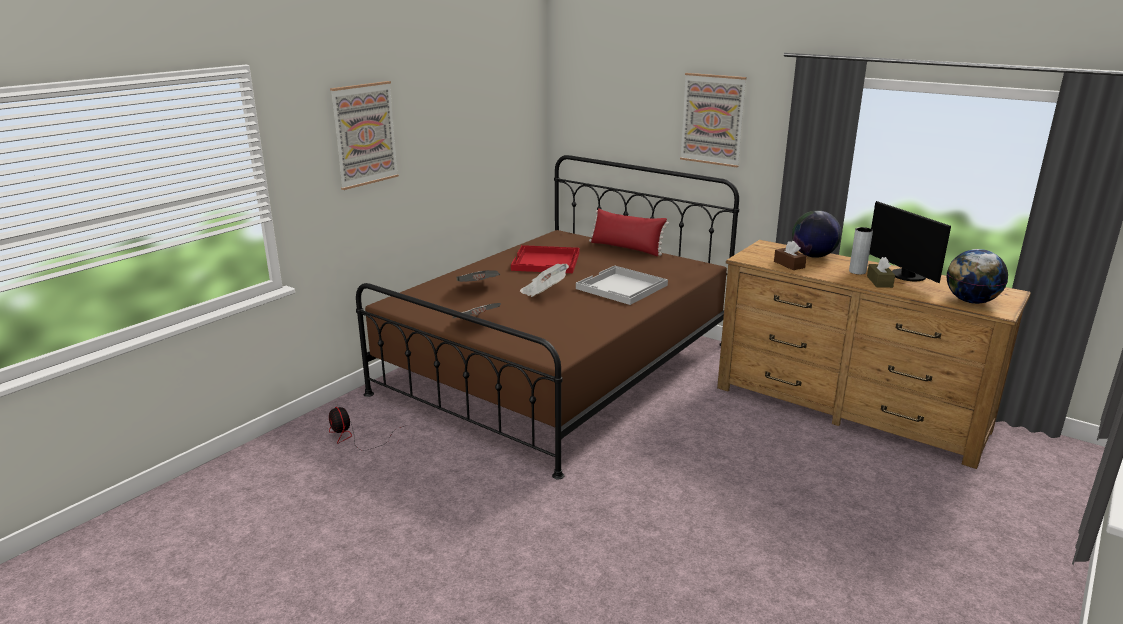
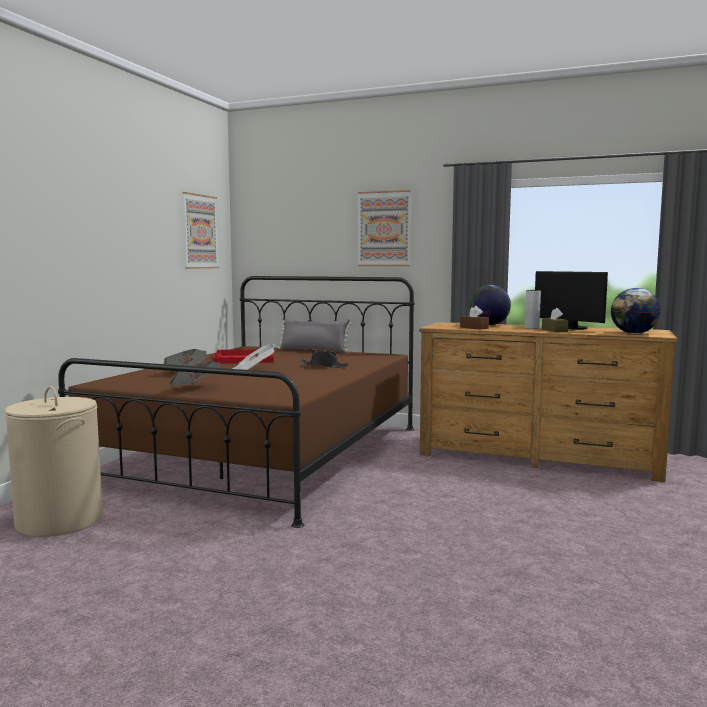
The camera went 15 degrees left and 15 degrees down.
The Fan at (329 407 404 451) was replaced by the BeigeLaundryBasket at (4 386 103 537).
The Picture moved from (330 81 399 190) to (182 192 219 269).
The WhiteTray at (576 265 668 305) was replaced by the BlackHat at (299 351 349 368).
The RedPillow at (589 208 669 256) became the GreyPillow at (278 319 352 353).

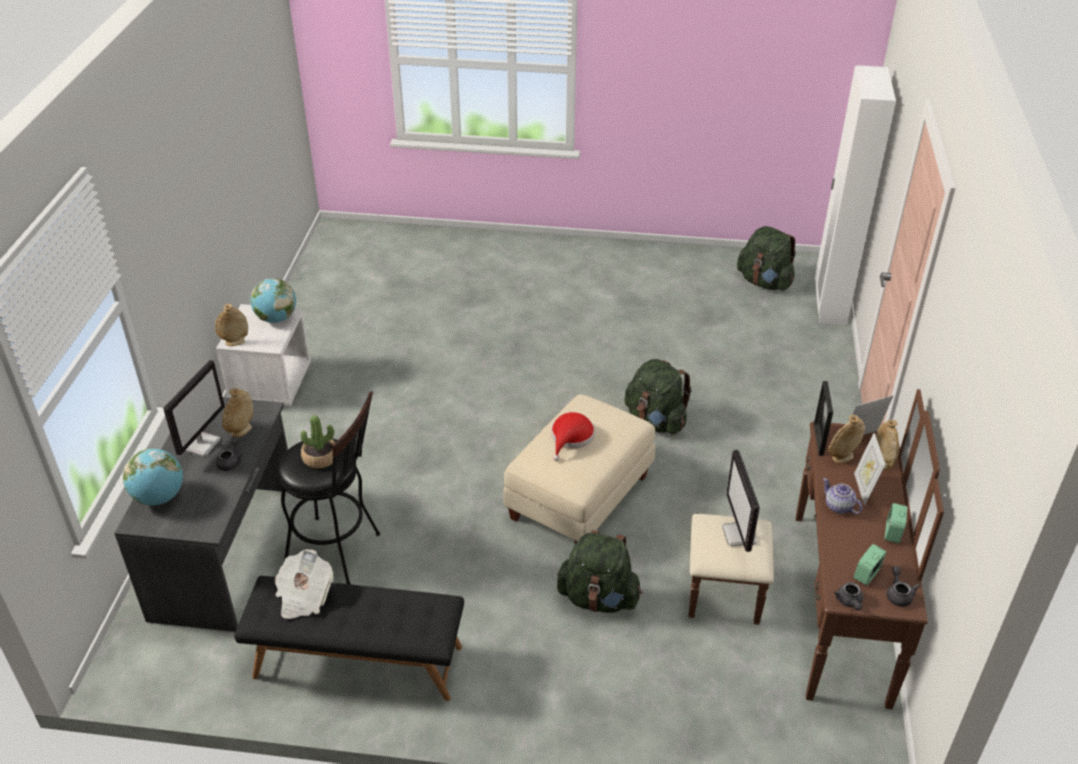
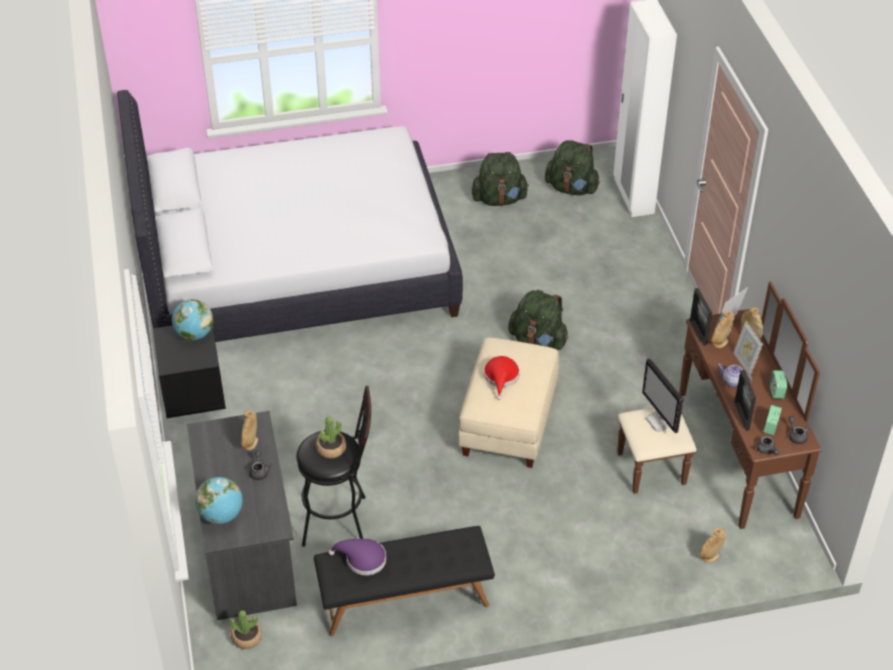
The camera went 20 degrees left and 5 degrees up.
The Monitor at (163 360 225 457) disappeared.
The BeigeVase moved from (215 304 248 346) to (699 528 727 563).
The WhiteNightstand at (216 304 311 407) became the BlackNightstand at (153 325 226 418).
The Newspaper at (275 549 333 619) was replaced by the PurpleHat at (329 539 386 576).
The GreenBackpack moved from (557 530 642 613) to (472 152 529 206).
The WhiteBed at (117 90 463 342) appeared.
The PottedPlant at (230 610 262 649) appeared.
The PictureFrame at (734 370 756 431) appeared.

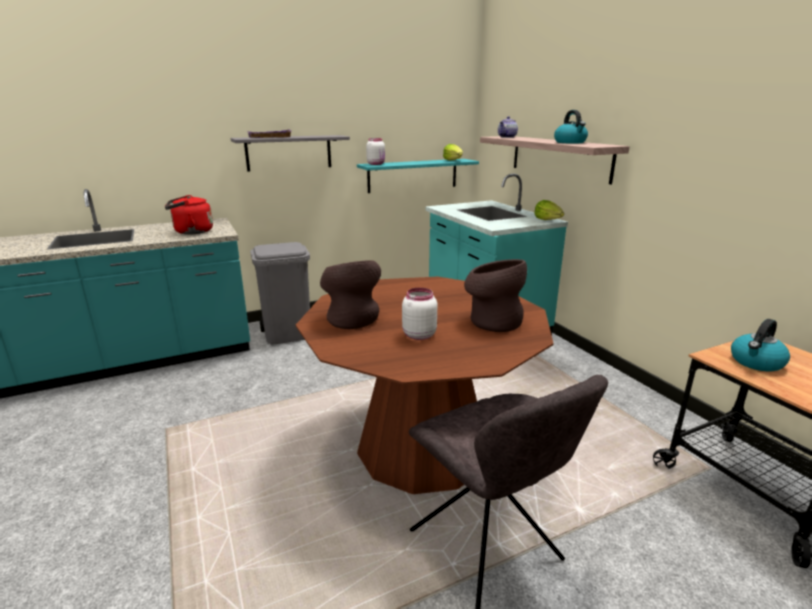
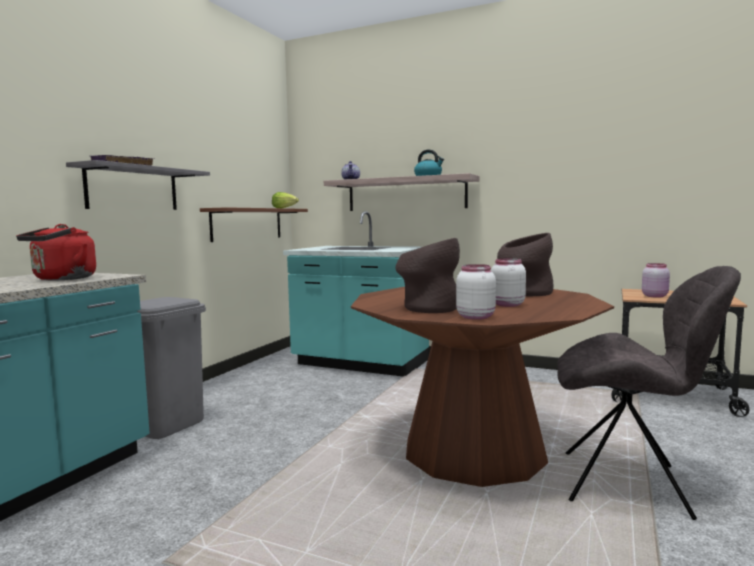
The camera went 40 degrees left and 15 degrees down.
The TurquoiseShelf at (357 159 479 193) became the BrownShelf at (200 207 308 242).
The WhiteJar moved from (366 138 385 165) to (456 264 496 320).
The Lettuce at (534 200 564 220) disappeared.
The Kettle at (731 319 790 372) was replaced by the PinkJar at (642 263 670 298).

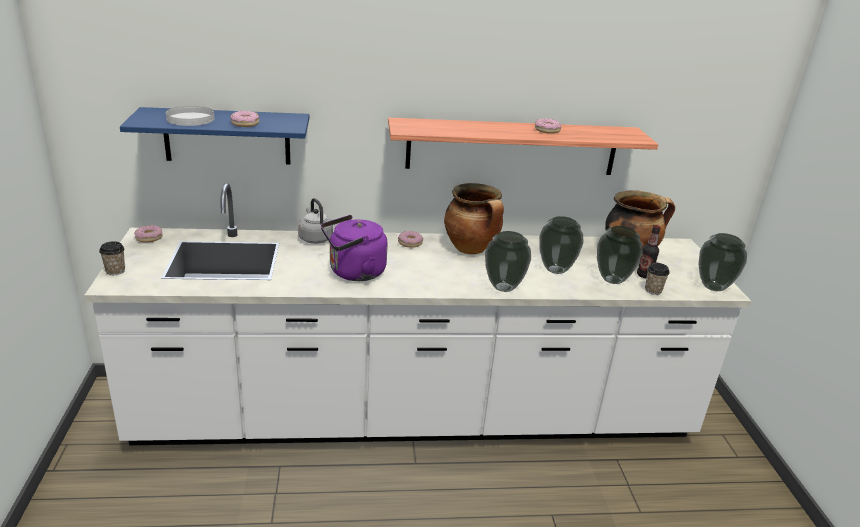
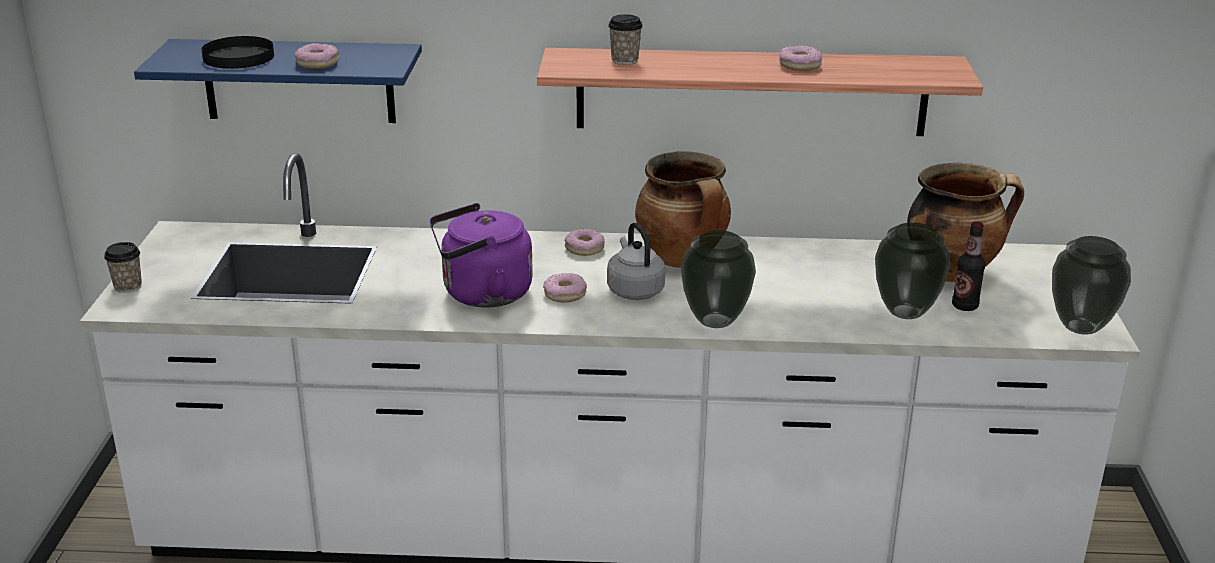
The camera went 10 degrees right and 0 degrees up.
The Donut moved from (134 225 163 243) to (543 273 587 302).
The WhitePlate at (166 106 215 126) became the BlackPlate at (202 36 274 69).
The GreyKettle moved from (298 198 333 244) to (607 223 665 300).
The Vase at (539 216 583 274) disappeared.
The Cup moved from (645 263 670 295) to (608 14 643 65).

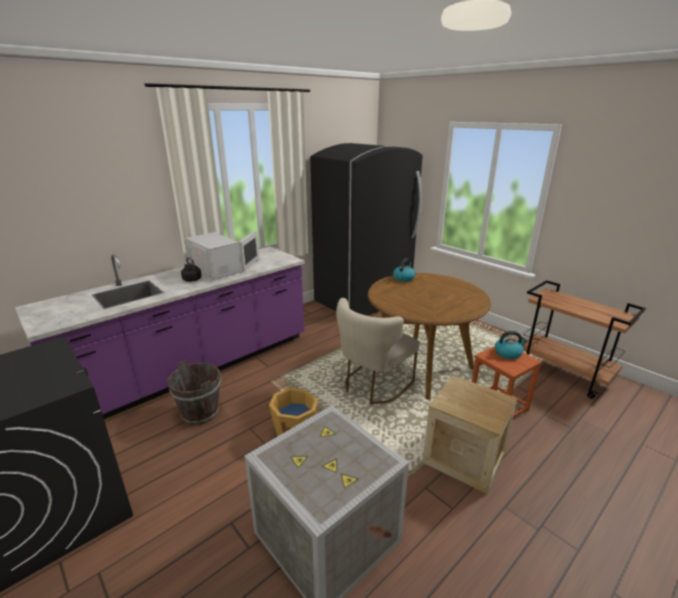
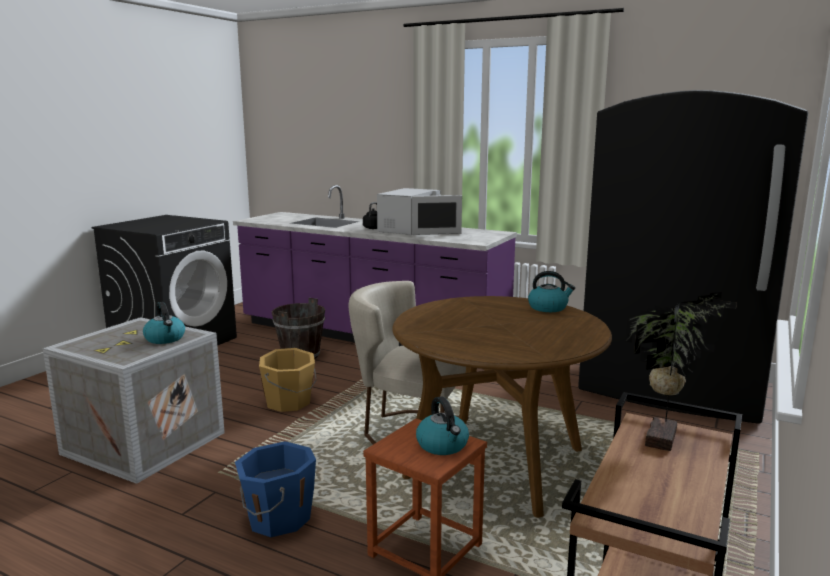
The camera went 70 degrees right and 10 degrees down.
The Crate at (422 375 517 494) was replaced by the BlueBucket at (235 441 316 537).
The Kettle at (143 302 185 344) appeared.
The PottedPlant at (626 292 737 451) appeared.

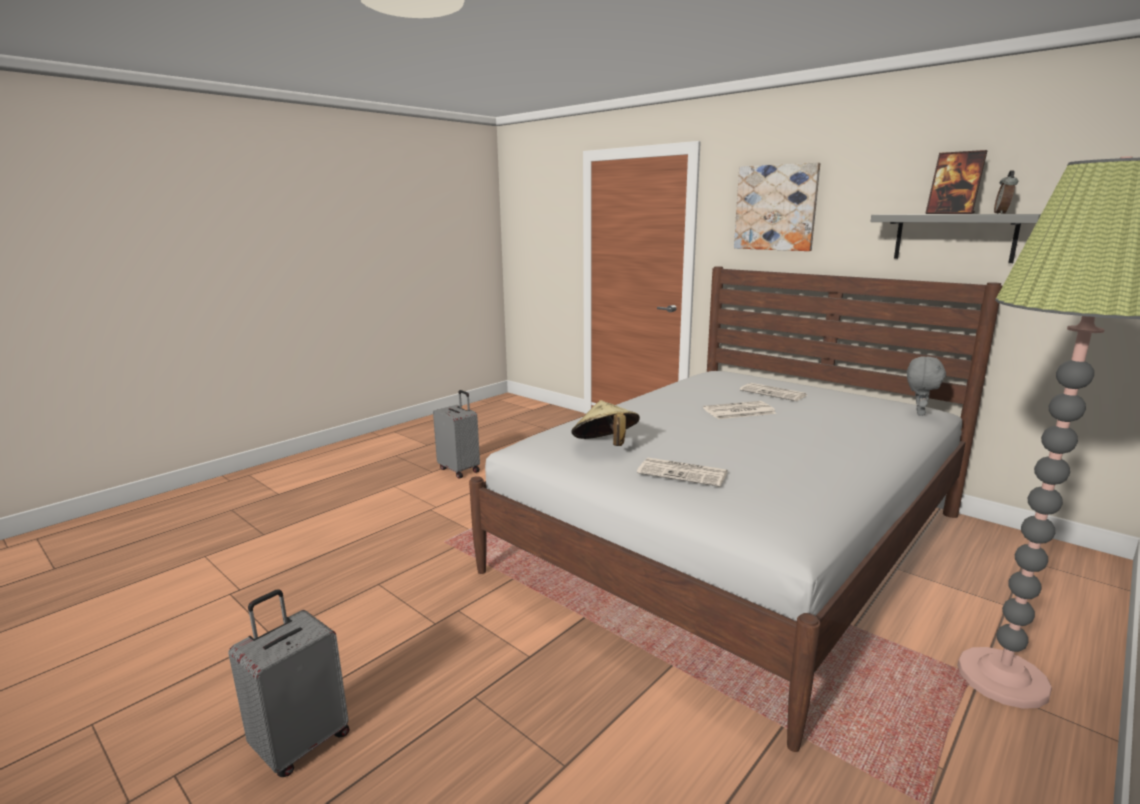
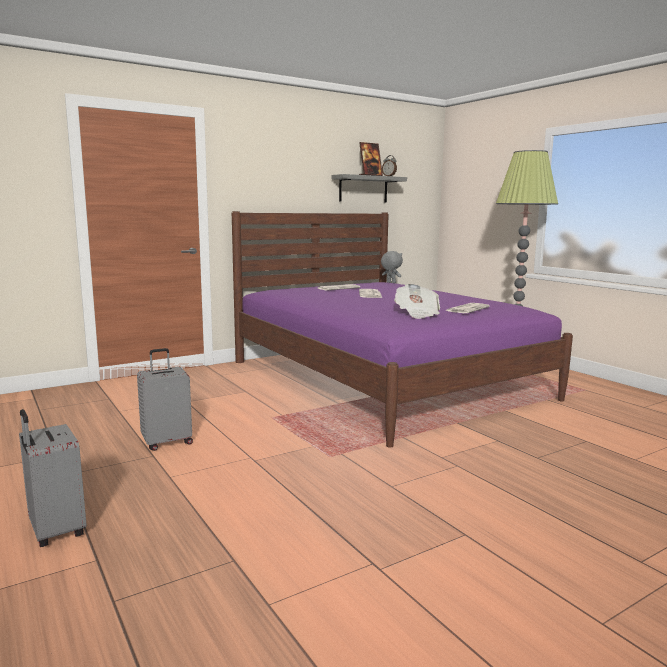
The camera went 75 degrees left and 5 degrees down.
The GreySuitcase moved from (228 589 349 777) to (19 409 87 547).
The WhiteBed at (469 266 1002 752) became the PurpleBed at (232 211 573 448).
The BeigeHat at (572 400 640 446) was replaced by the Newspaper at (394 283 440 319).
The Picture at (734 162 820 251) disappeared.

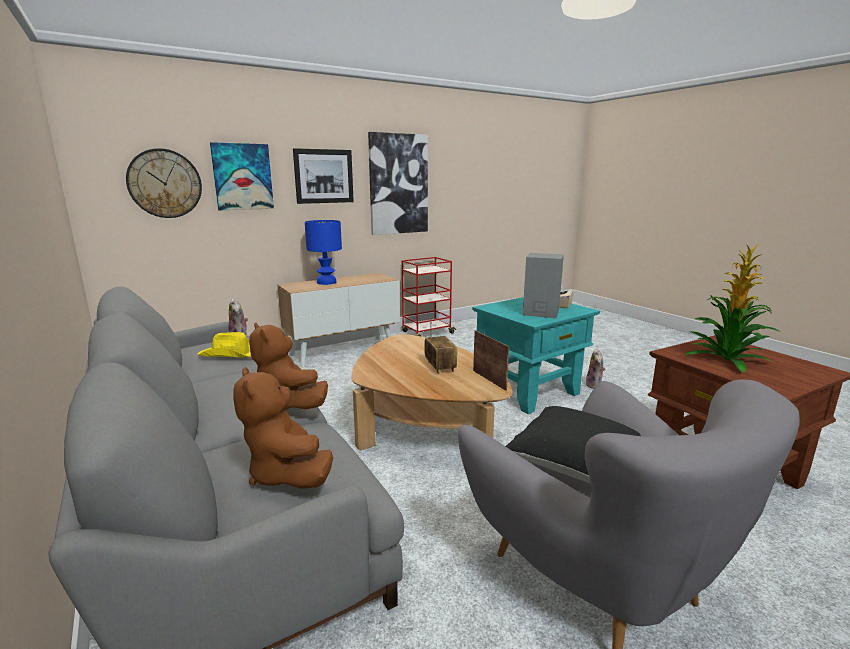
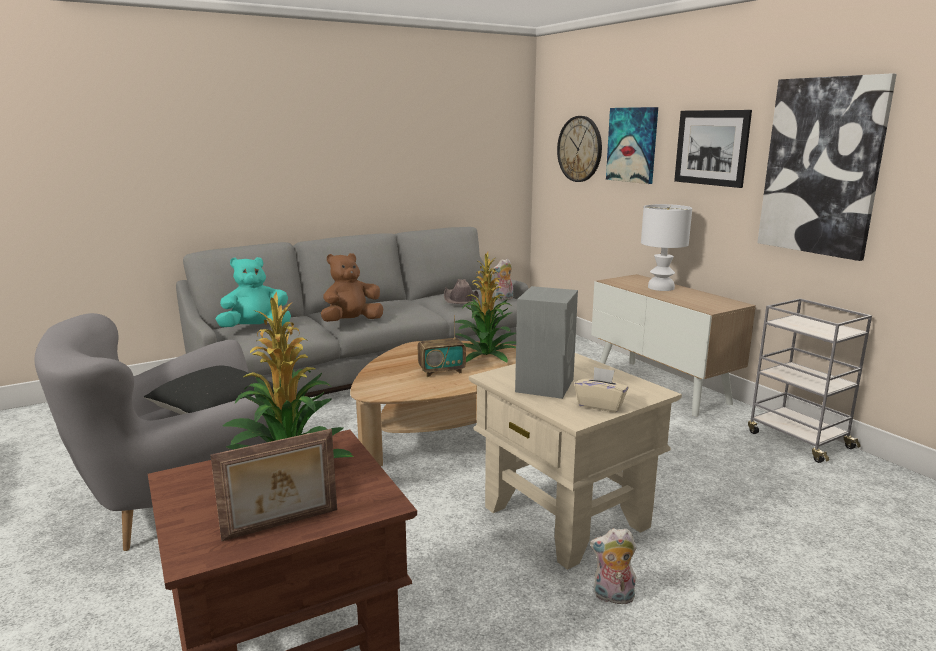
The camera went 90 degrees right and 0 degrees up.
The YellowHat at (197 332 251 357) became the BrownHat at (444 279 479 304).
The BrownPlushToy at (233 367 333 489) became the TurquoisePlushToy at (215 257 291 327).
The BlueTableLamp at (305 220 342 285) became the WhiteTableLamp at (641 204 692 291).
The RedCart at (401 257 456 337) became the GreyCart at (748 298 872 463).
The TurquoiseSideTable at (472 297 600 414) became the BeigeSideTable at (469 353 682 570).
The PictureFrame moved from (473 330 509 391) to (210 429 337 541).
The PottedPlant at (455 252 516 362) appeared.

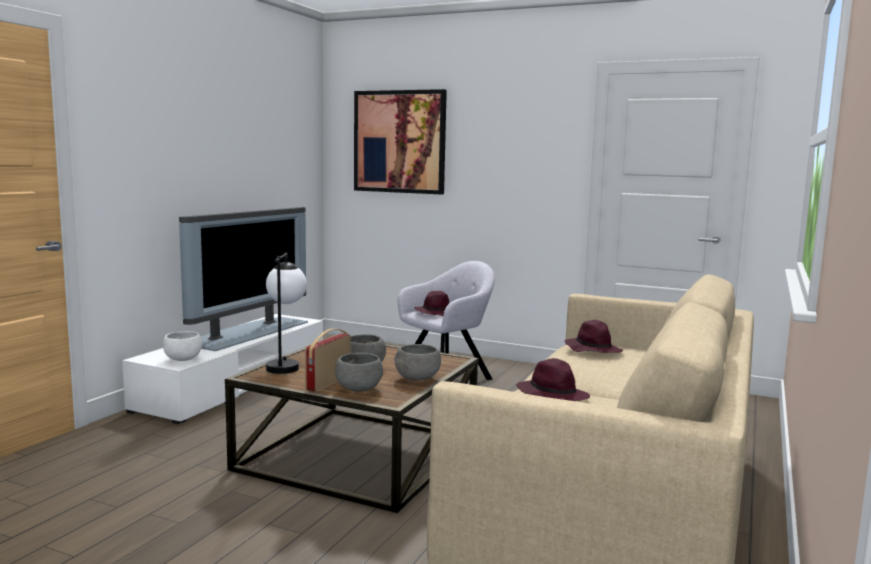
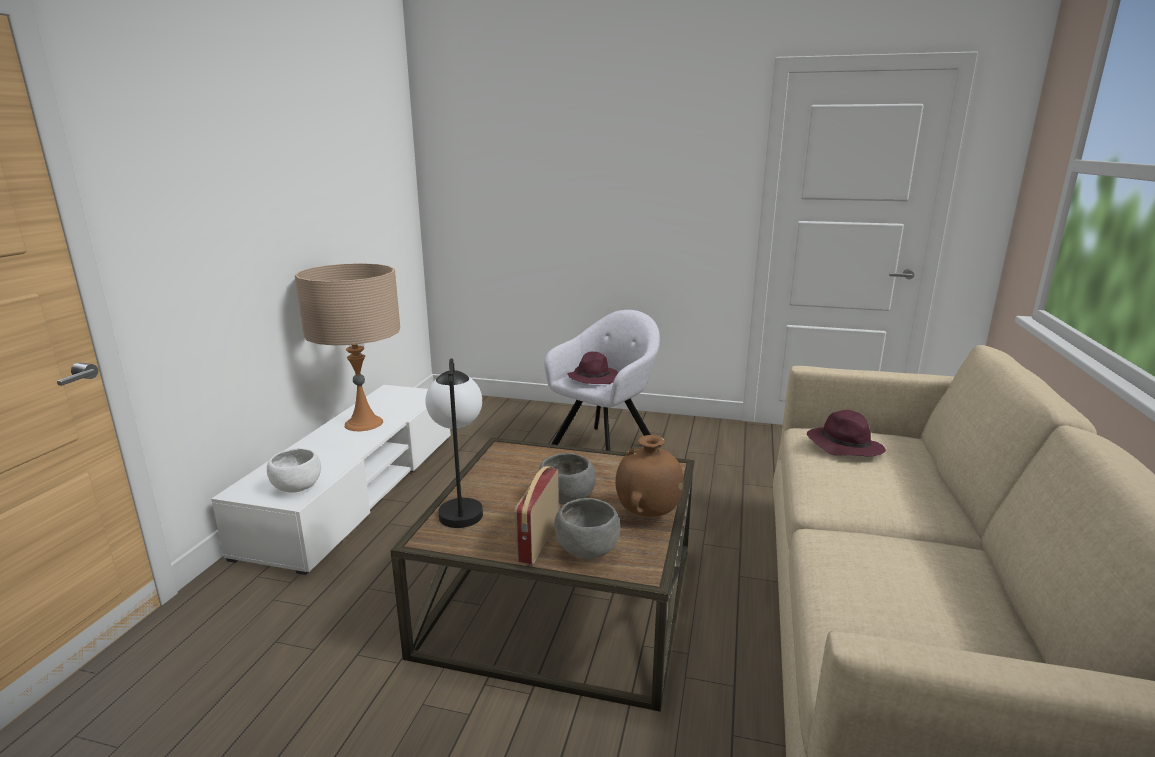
The camera went 10 degrees left and 10 degrees up.
The Television at (179 207 308 351) was replaced by the BeigeTableLamp at (295 263 400 431).
The Picture at (354 89 447 195) disappeared.
The GreyBowl at (395 344 441 380) was replaced by the BrownVase at (616 435 684 517).
The PurpleHat at (516 358 590 401) disappeared.

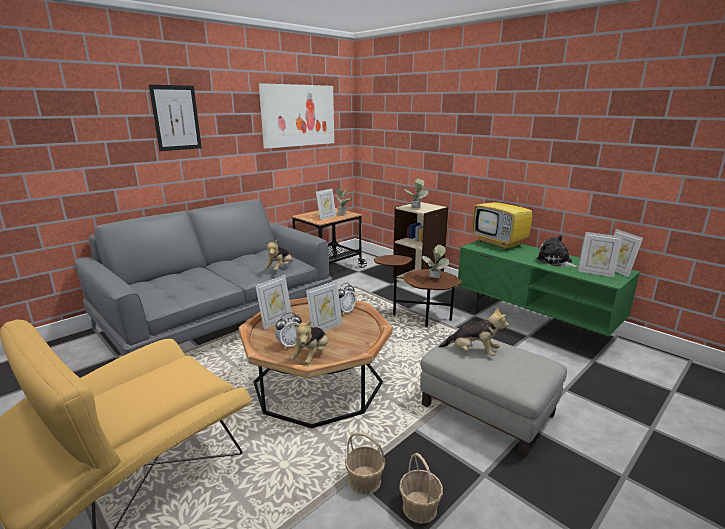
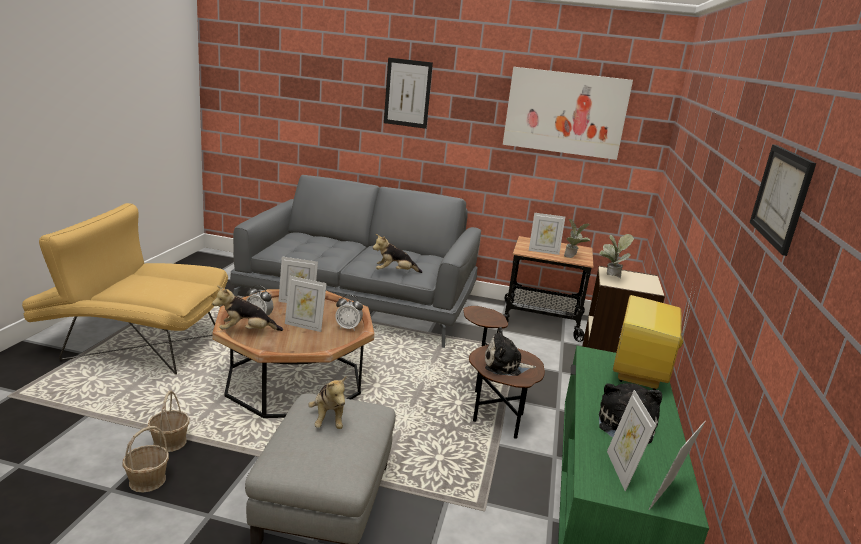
The camera went 55 degrees right and 0 degrees up.
The PottedPlant at (422 245 449 278) was replaced by the PlushToy at (485 327 536 376).
The Picture at (750 144 816 256) appeared.

